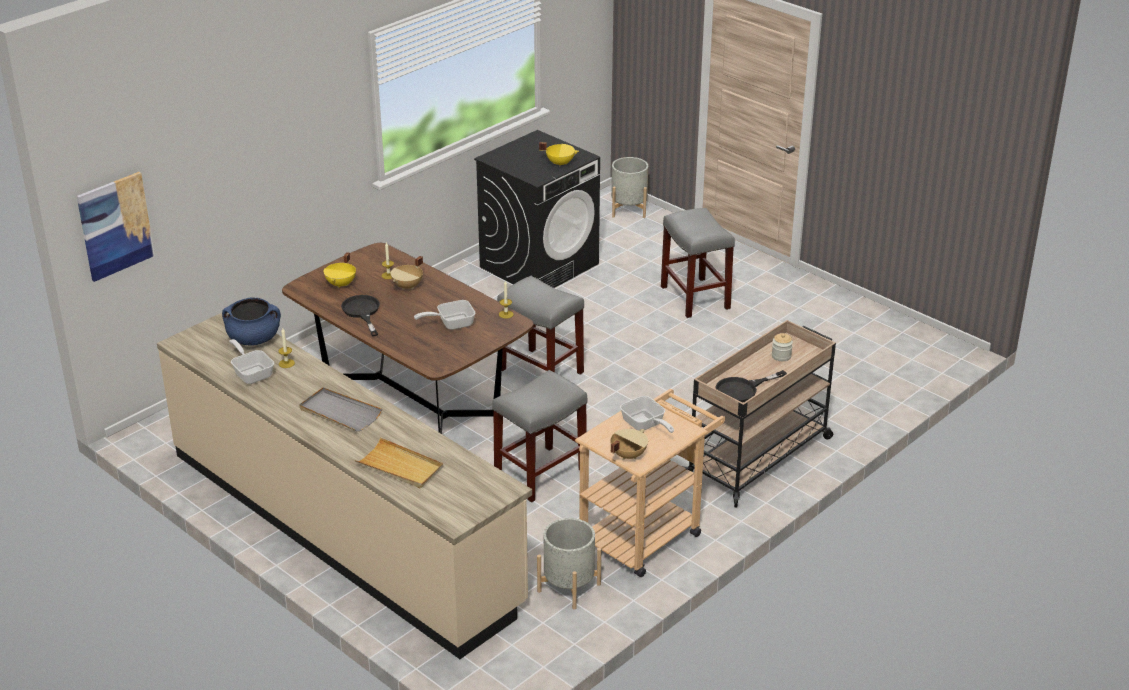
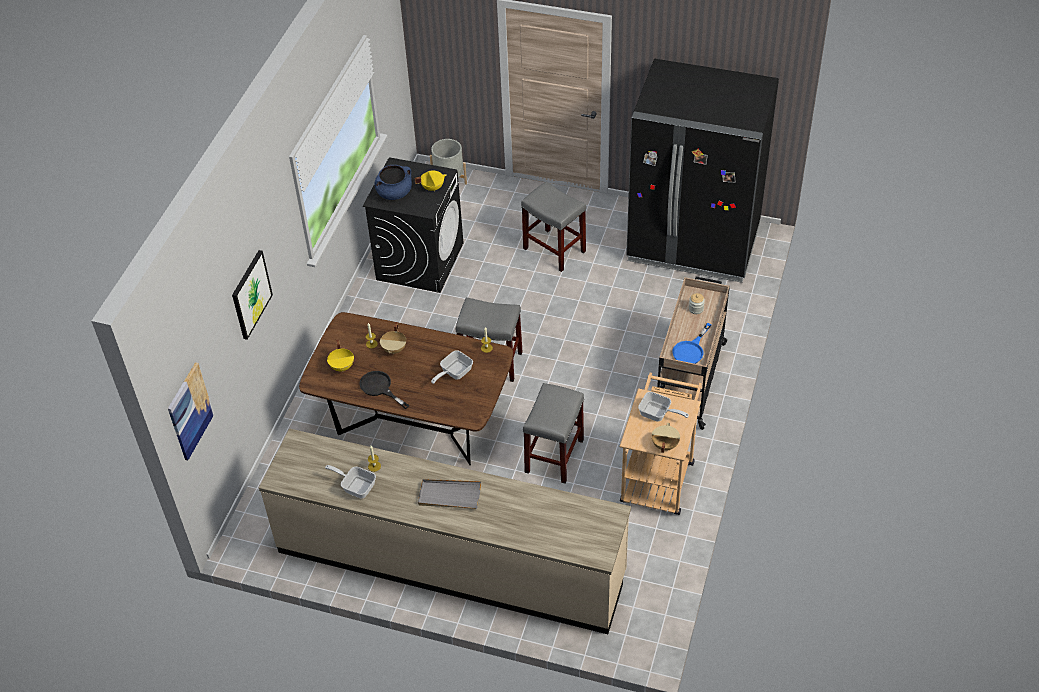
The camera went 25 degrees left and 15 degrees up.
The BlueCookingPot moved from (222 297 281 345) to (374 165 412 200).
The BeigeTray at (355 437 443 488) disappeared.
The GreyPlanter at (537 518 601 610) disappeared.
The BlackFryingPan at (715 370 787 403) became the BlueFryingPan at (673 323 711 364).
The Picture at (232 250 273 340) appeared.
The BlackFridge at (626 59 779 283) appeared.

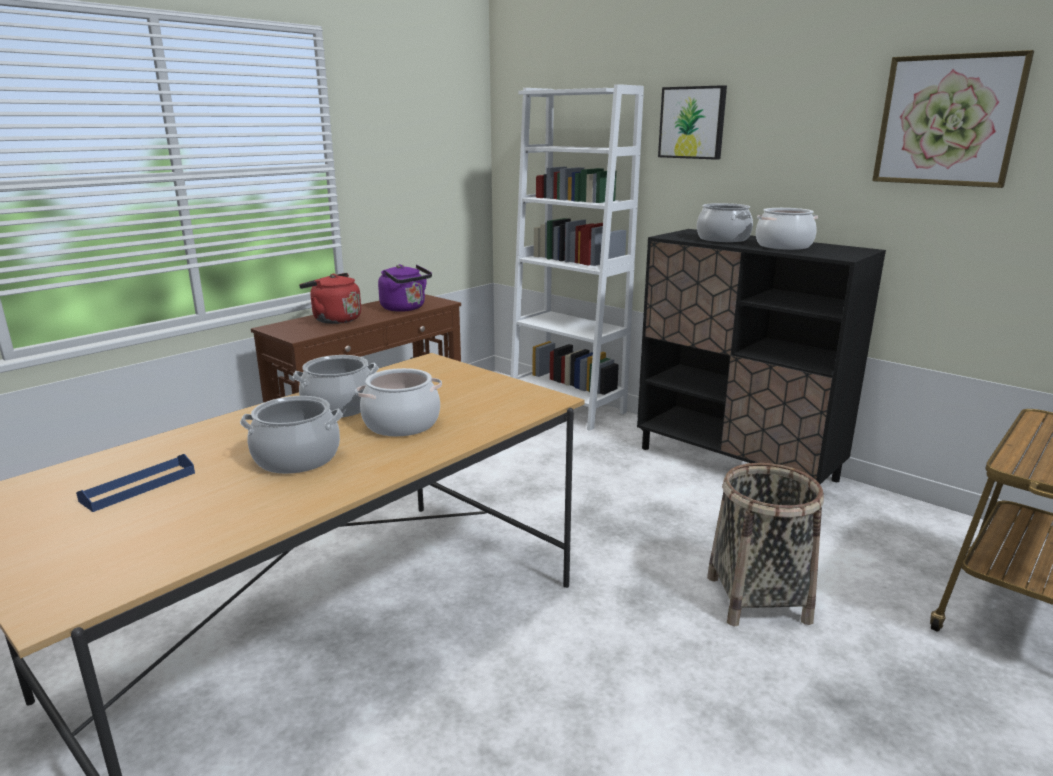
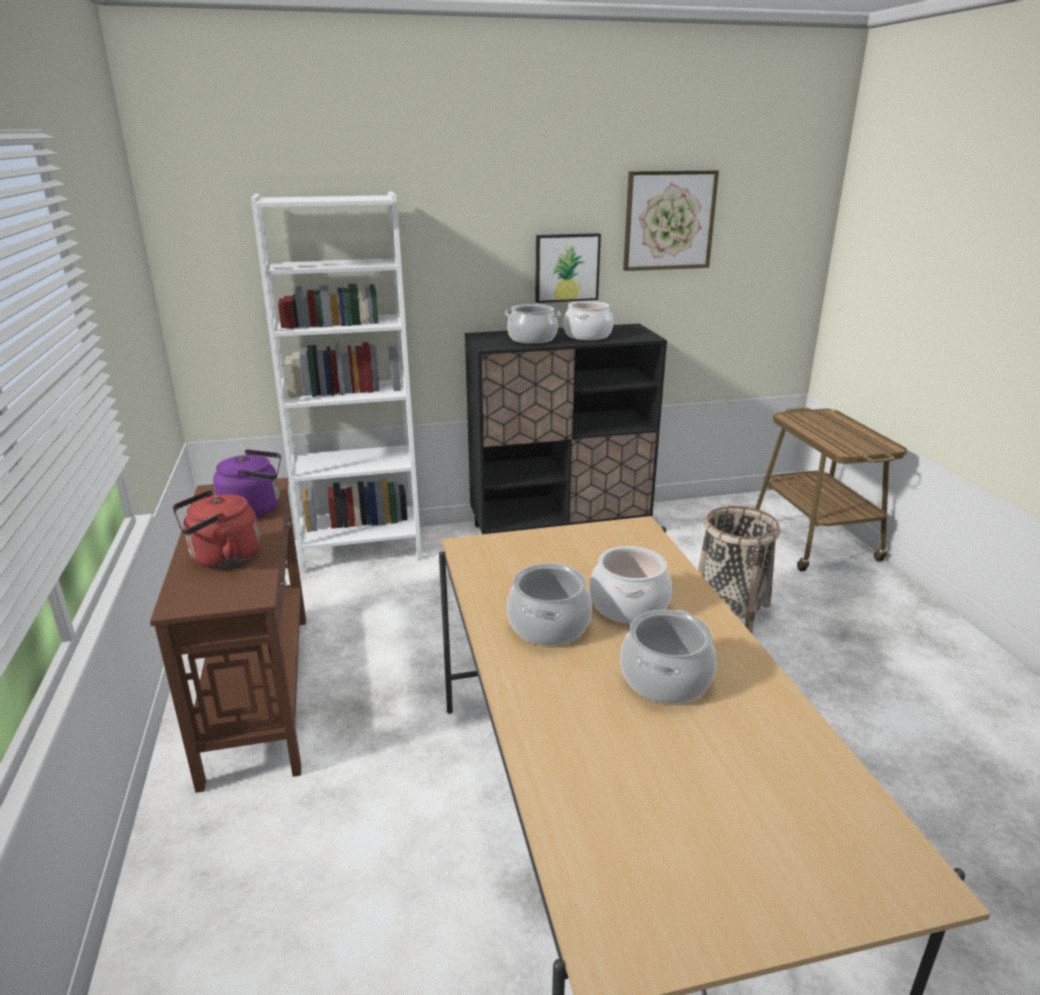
The camera went 55 degrees left and 5 degrees up.
The BlueTray at (76 454 195 512) disappeared.
The Picture moved from (658 85 727 160) to (535 233 601 303).

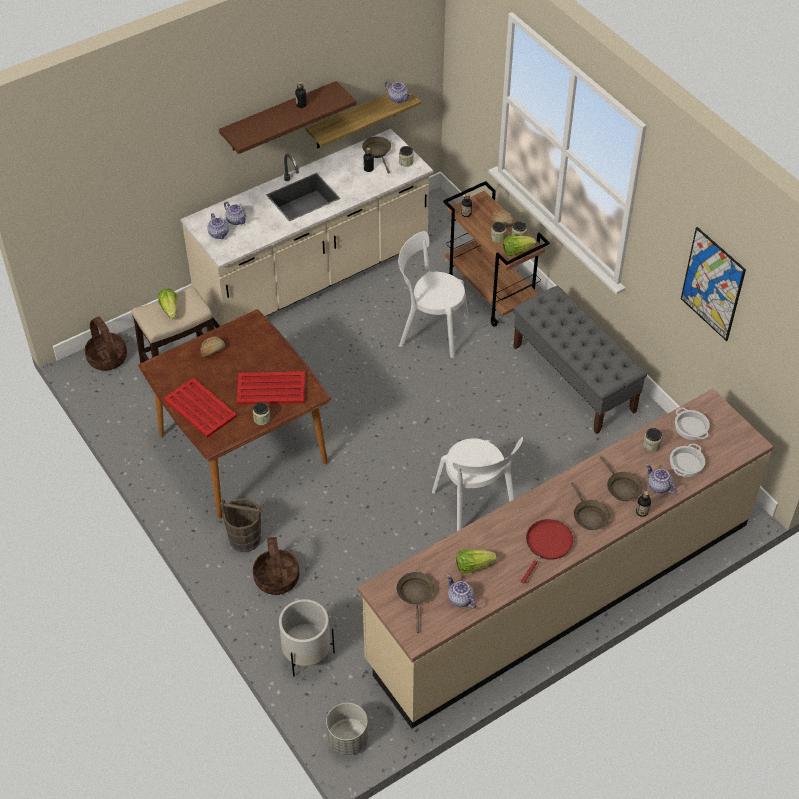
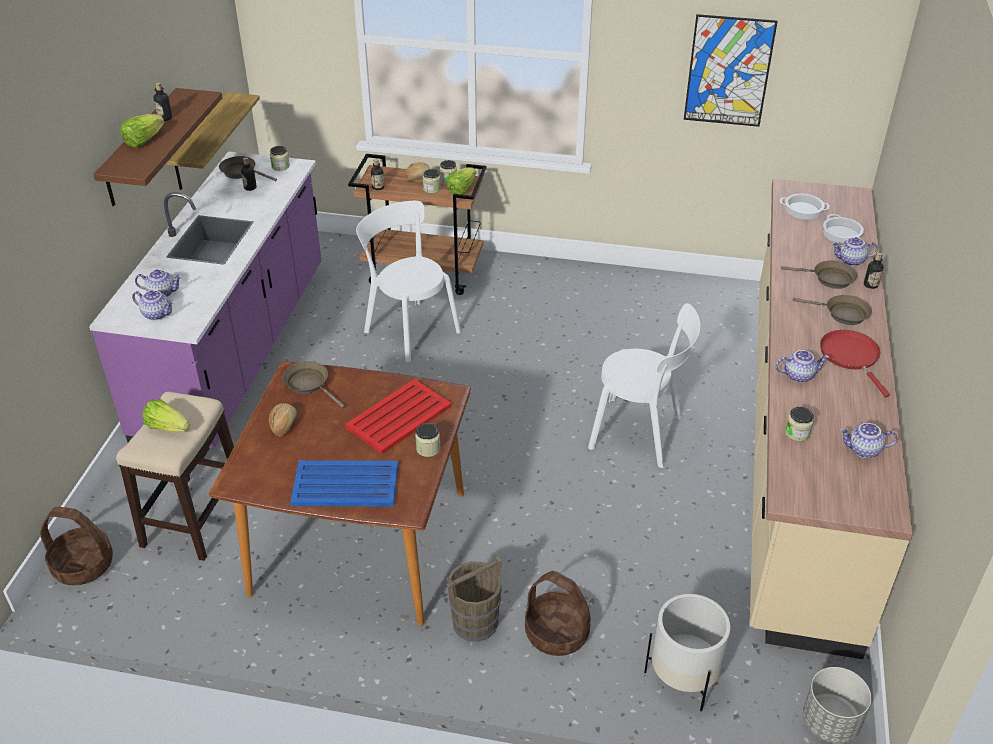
The camera went 45 degrees left and 10 degrees down.
The RedTray at (164 377 237 438) became the BlueTray at (290 460 398 507).
The BeigeCounter at (180 129 433 328) became the PurpleCounter at (89 151 322 459).
The Teapot moved from (385 81 411 103) to (775 350 829 382).
The BrownFryingPan moved from (397 572 434 633) to (282 361 345 408).
The WhiteChair at (398 231 469 358) turned 75 degrees clockwise.
The Lettuce moved from (456 549 497 574) to (120 114 164 148).
The GreyBench at (513 286 647 434) disappeared.
The Jar moved from (643 428 662 452) to (785 407 814 441).

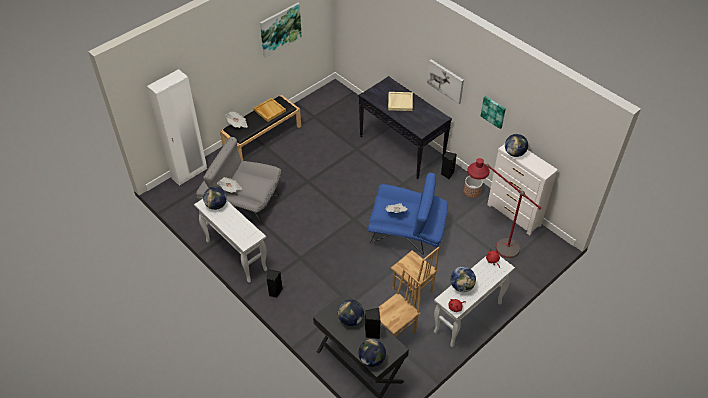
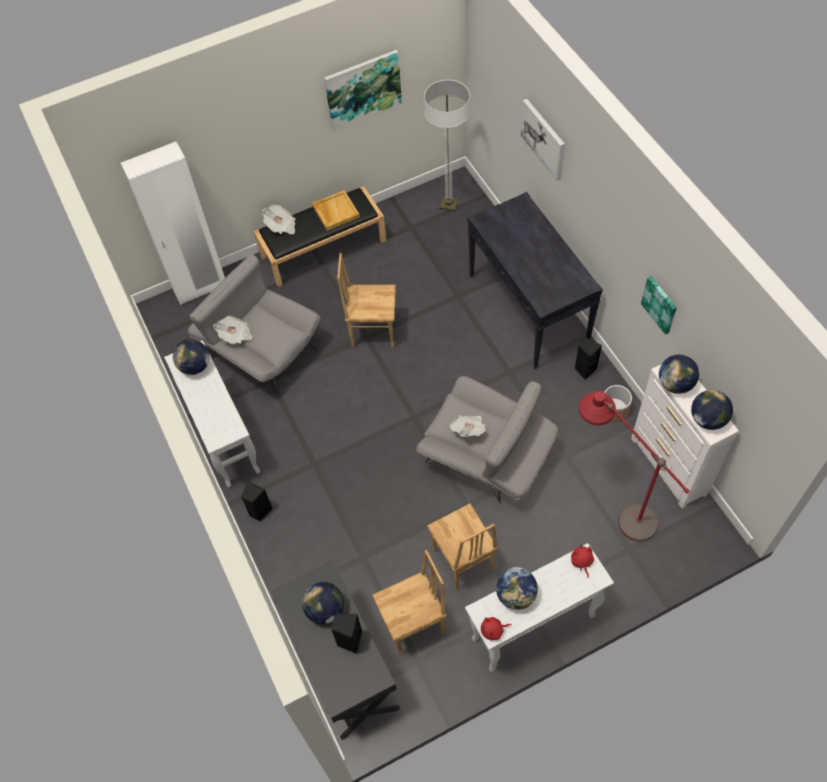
The camera went 20 degrees right and 10 degrees up.
The Globe moved from (359 339 386 367) to (691 390 733 430).
The BlueArmchair at (367 173 448 255) became the GreyArmchair at (416 376 558 503).
The BeigeTray at (388 92 413 111) disappeared.
The Picture moved from (427 60 464 104) to (521 99 565 180).
The BrownChair at (337 253 396 347) appeared.
The FloorLamp at (424 80 470 211) appeared.

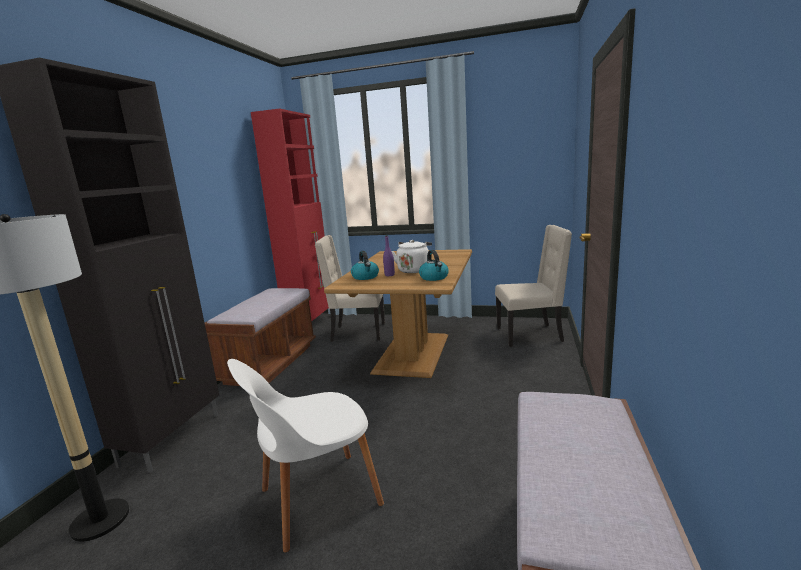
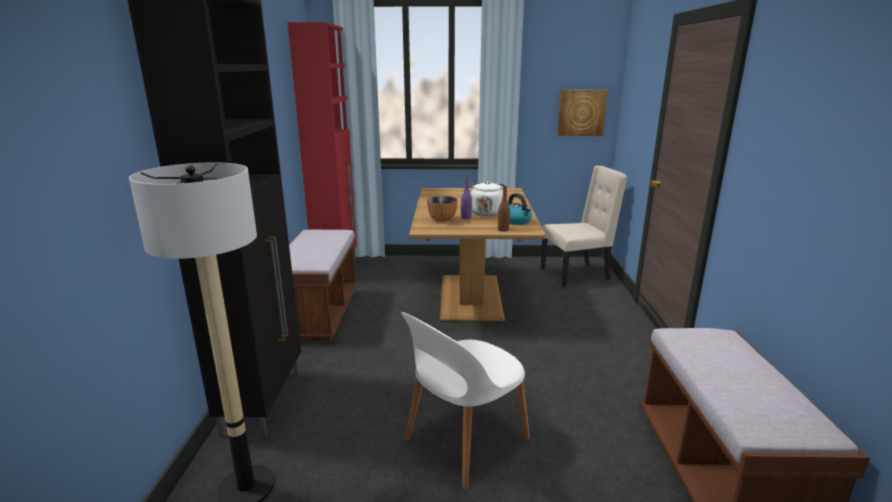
The camera went 15 degrees left and 5 degrees up.
The BeigeChair at (315 235 385 342) disappeared.
The Kettle at (351 251 379 280) was replaced by the Bowl at (427 196 458 222).
The BrownBottle at (498 186 510 232) appeared.
The Picture at (558 89 608 136) appeared.

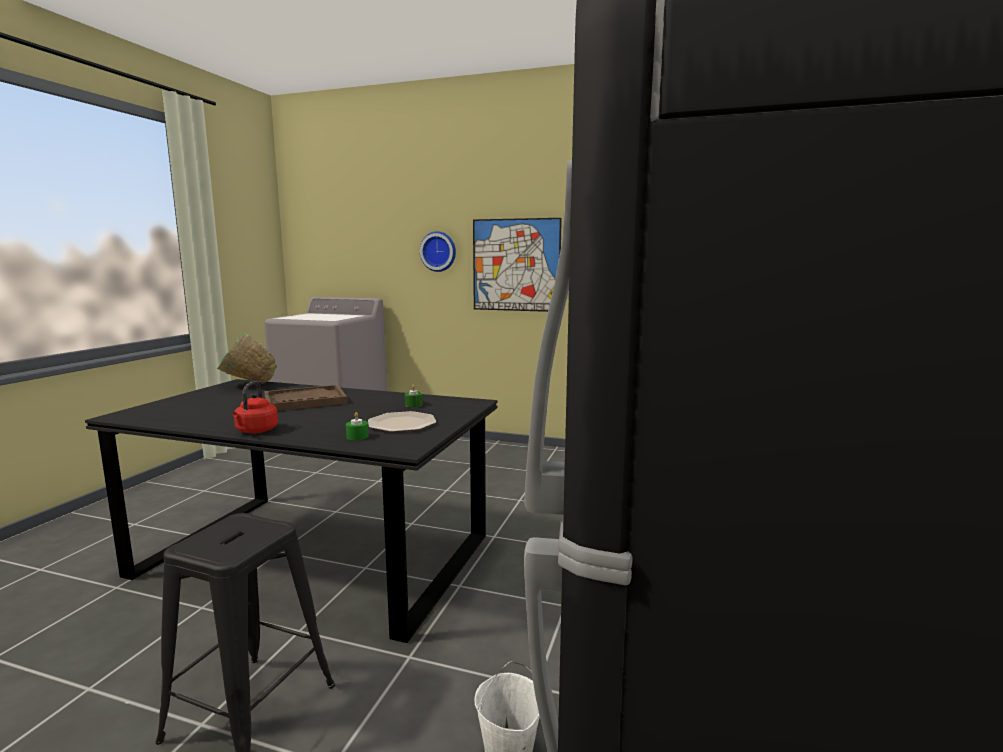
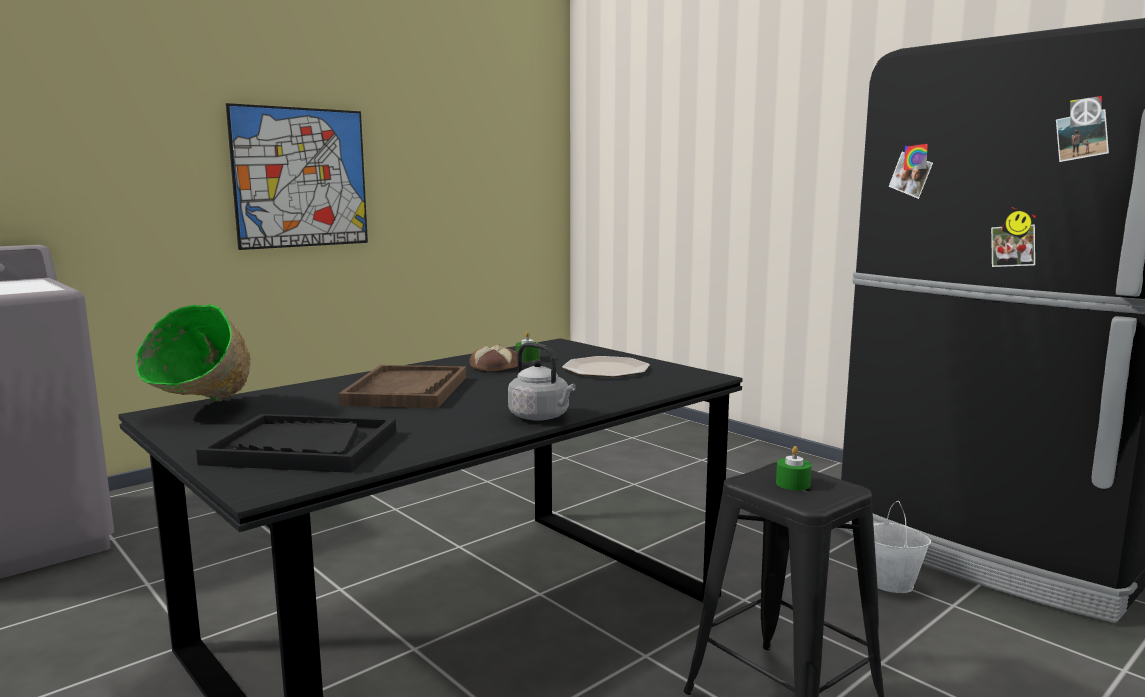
The camera went 60 degrees left and 0 degrees up.
The RedKettle at (232 381 278 433) became the GreyKettle at (508 342 576 421).
The GreenCandle moved from (346 412 368 440) to (776 446 812 490).
The WallClock at (420 231 456 272) disappeared.
The BlackTray at (196 414 396 473) appeared.
The Bread at (470 344 518 371) appeared.

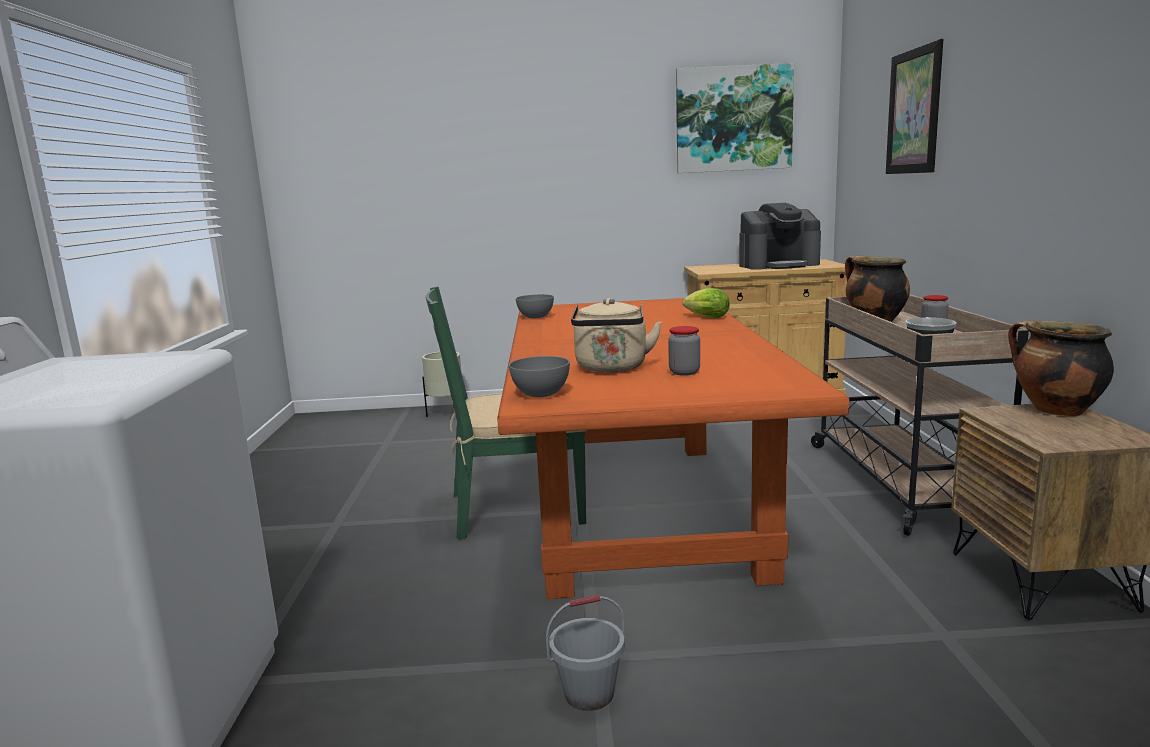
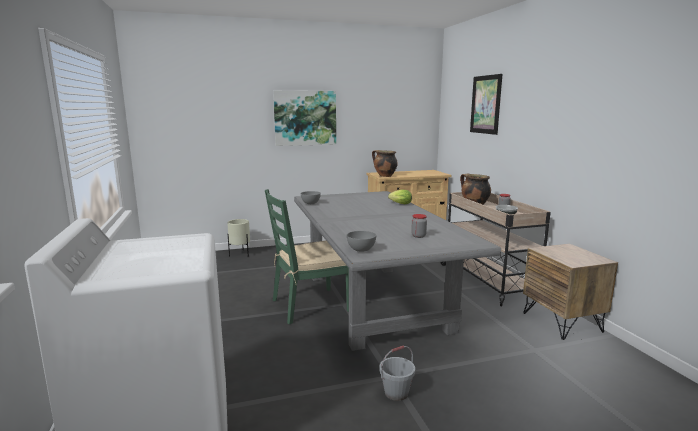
The camera went 15 degrees left and 0 degrees up.
The OrangeDiningTable at (497 298 849 599) became the GreyDiningTable at (294 191 501 351).
The BeigeKettle at (571 298 662 373) disappeared.
The Picture moved from (676 63 794 173) to (273 90 336 146).
The CoffeeMachine at (739 203 821 270) disappeared.
The CookingPot moved from (1008 321 1114 416) to (372 150 398 177).

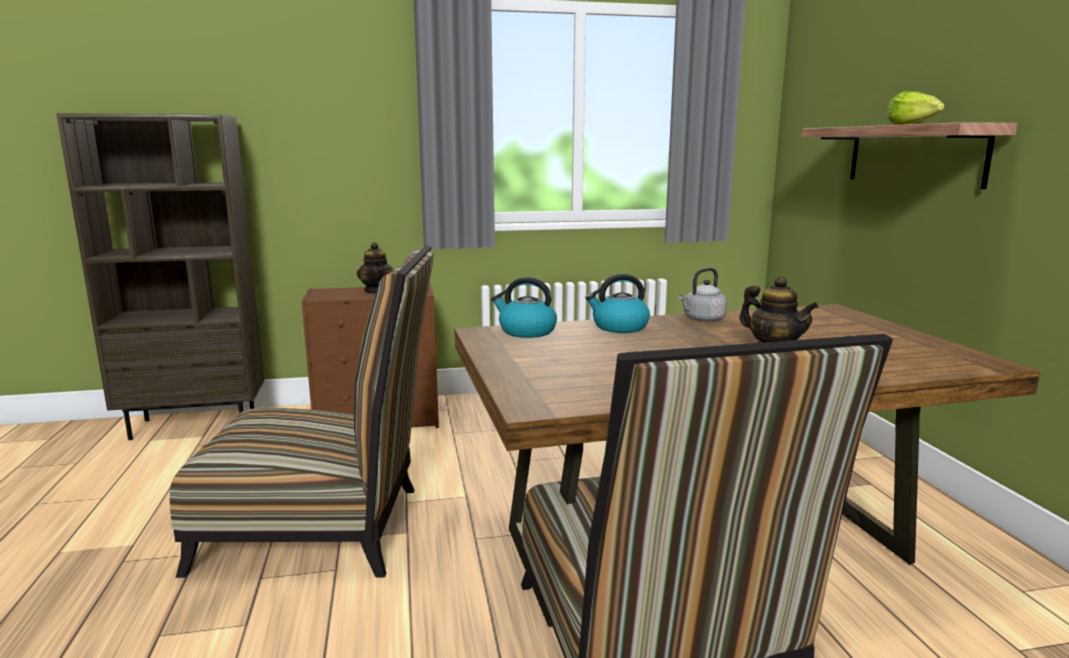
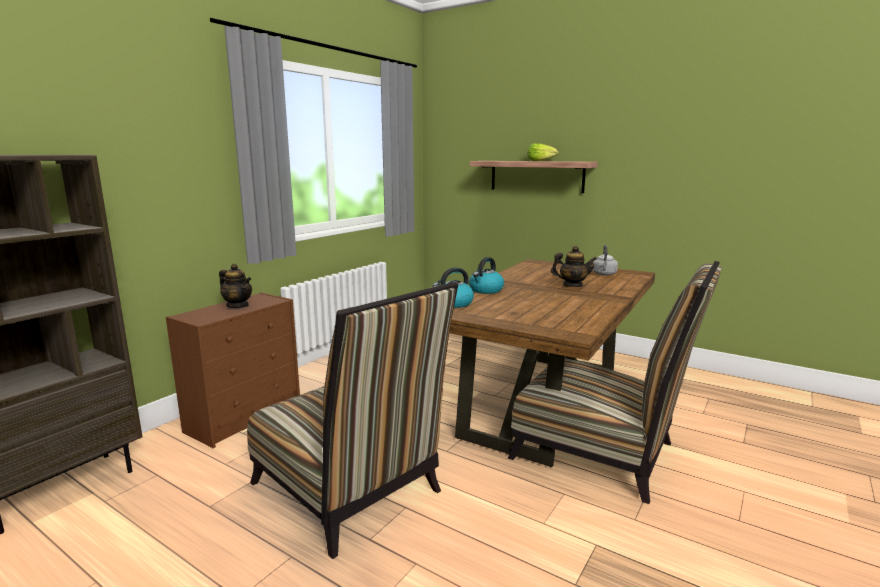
The camera went 45 degrees left and 0 degrees up.
The Chair at (170 245 434 578) turned 90 degrees clockwise.
The GreyKettle moved from (678 268 727 322) to (593 245 618 276).

